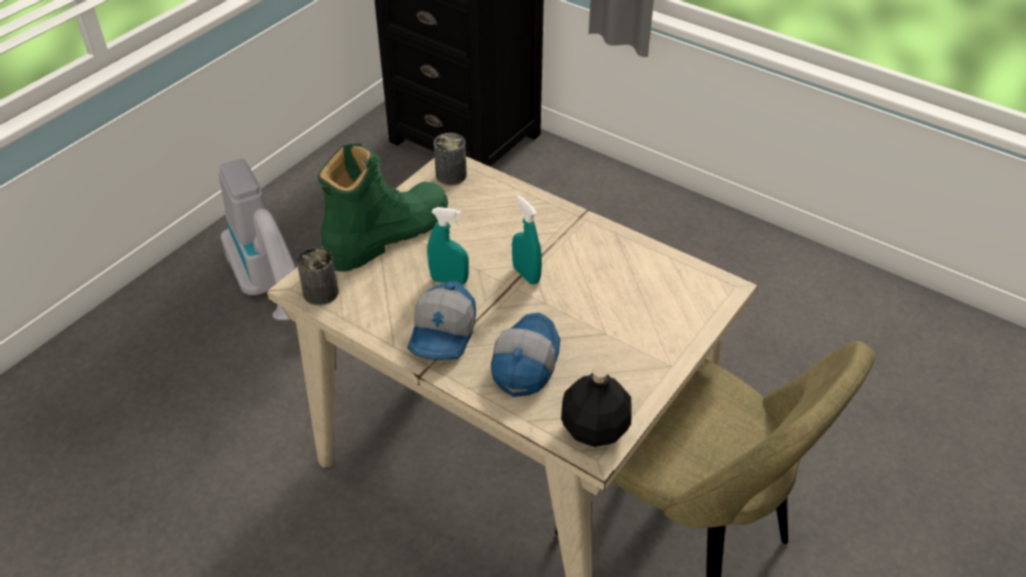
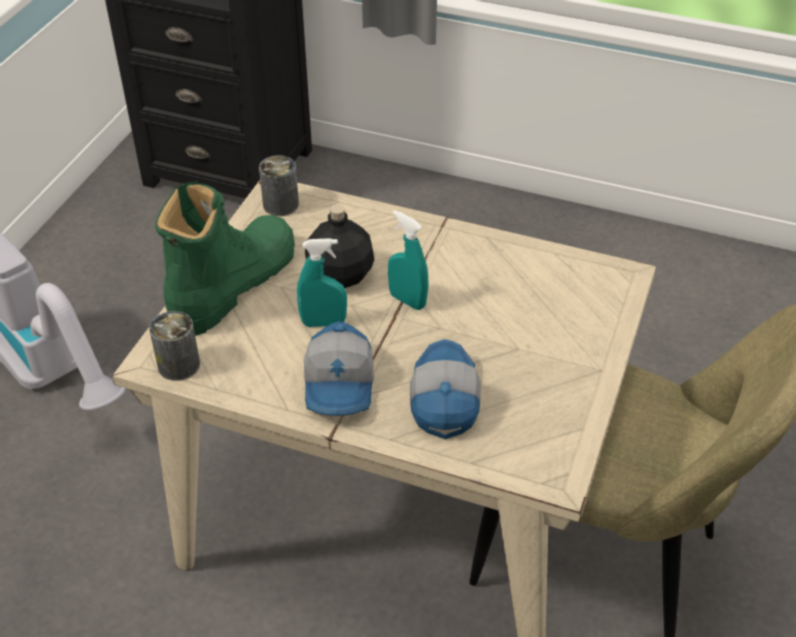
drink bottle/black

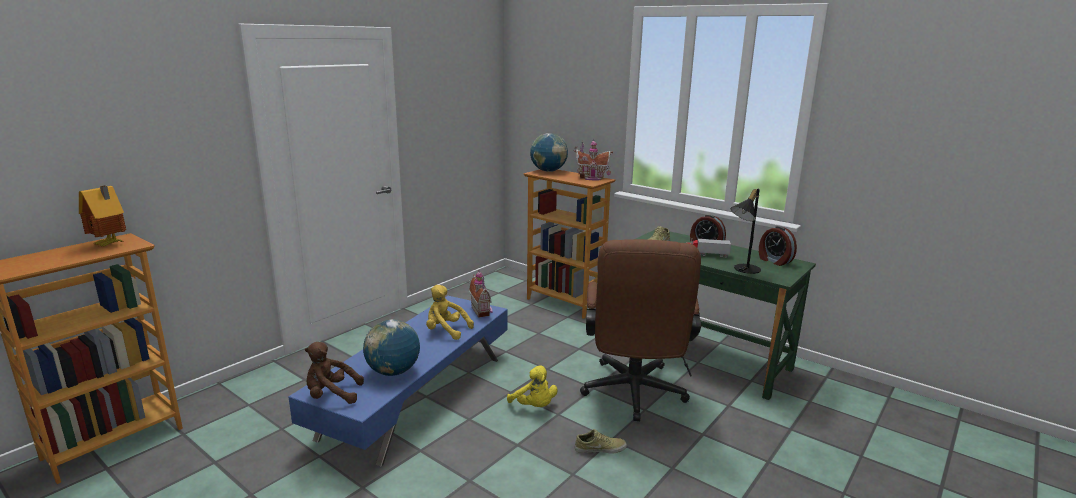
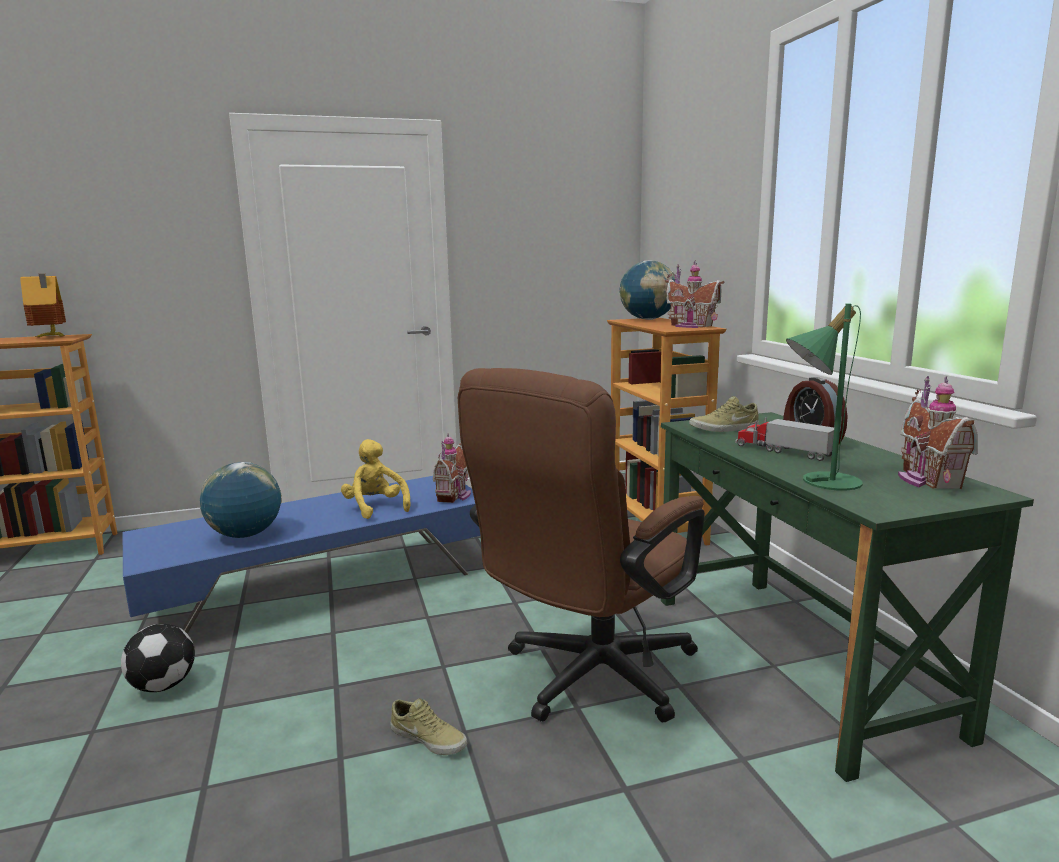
lamp for a table/green-coloured
model house (no. 4 from left)
plush toy/brown-coloured
plush toy/yellow-coloured (no. 2 from left in the first image)
football ball

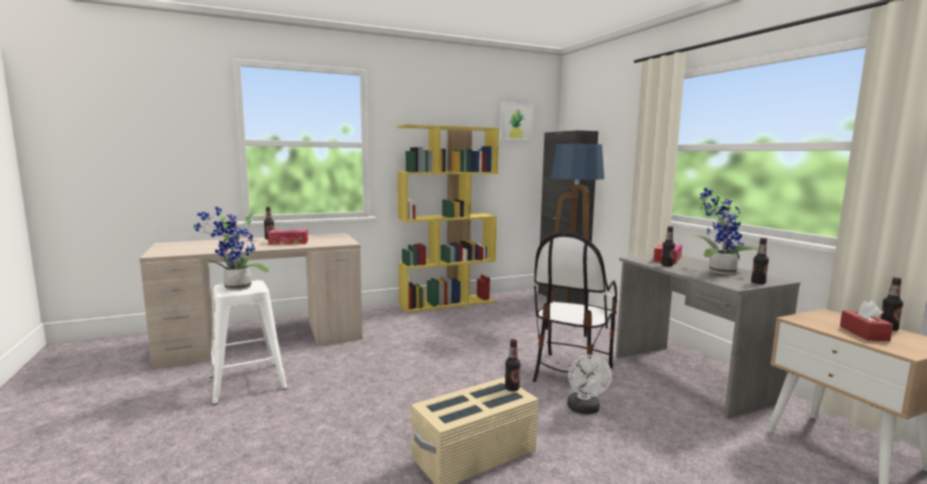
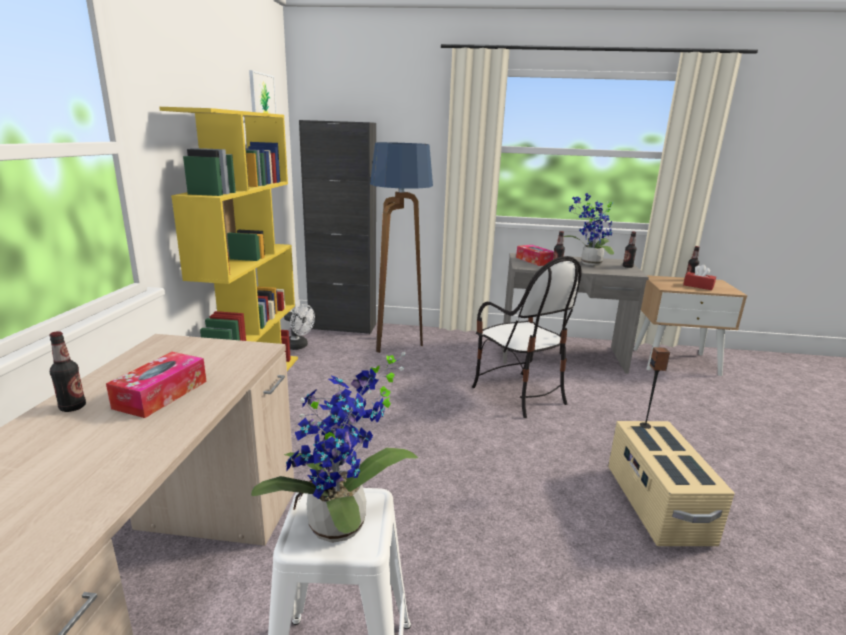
speaker
electric fan/white-coloured

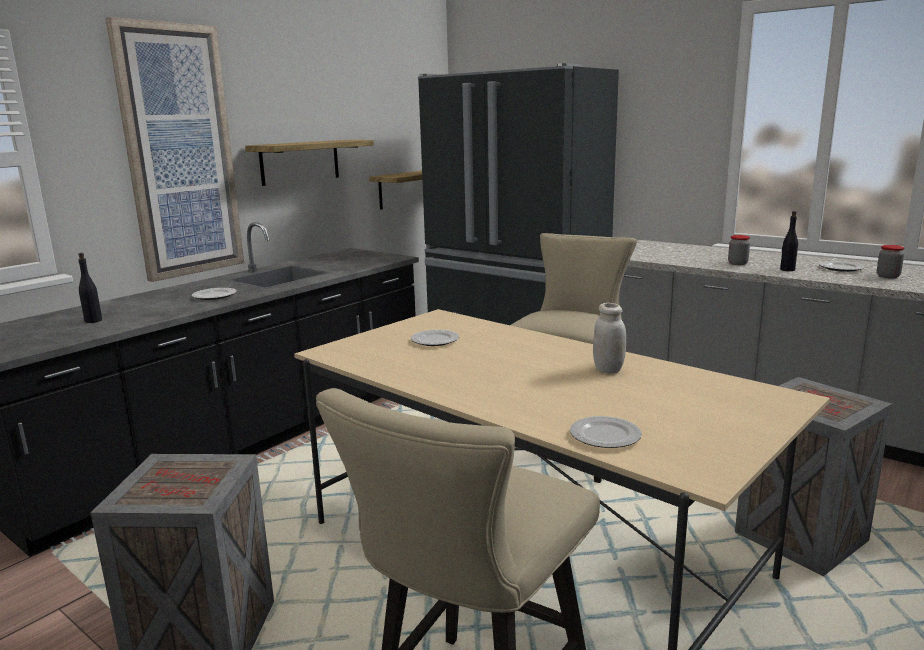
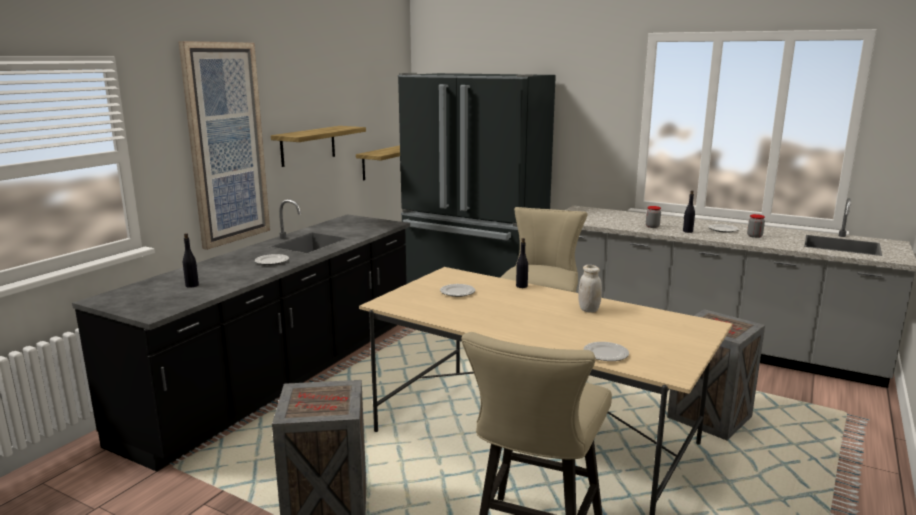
drink bottle/black (no. 2 from left)

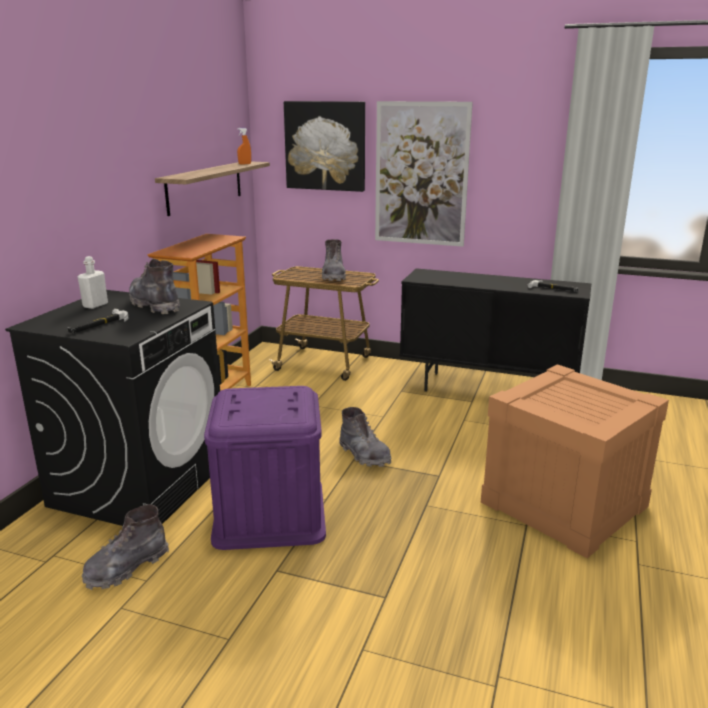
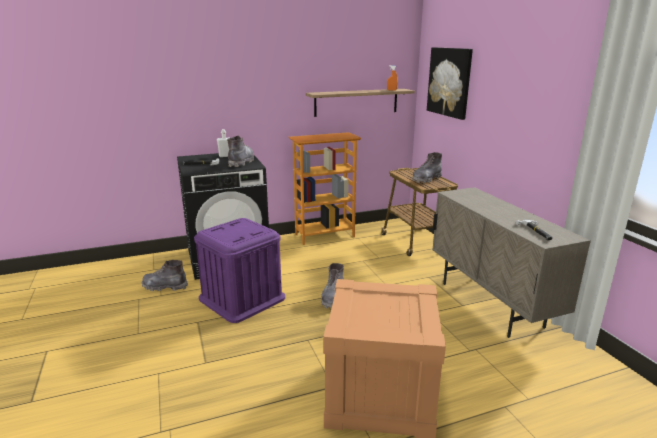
picture (no. 2 from left in the first image)
storage cabinet/beige

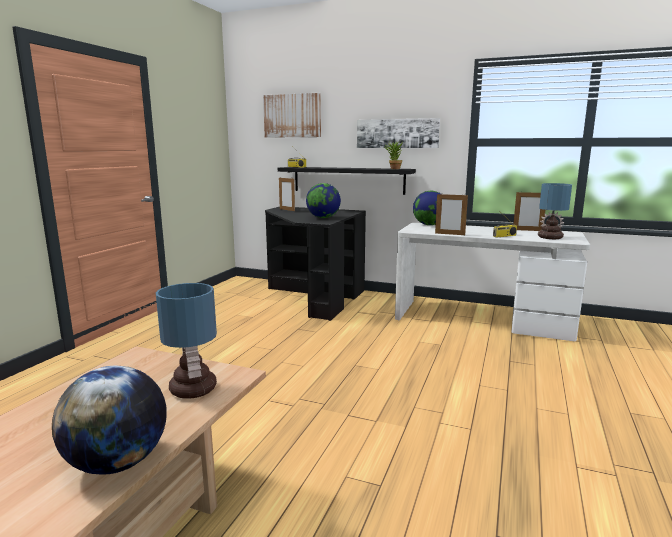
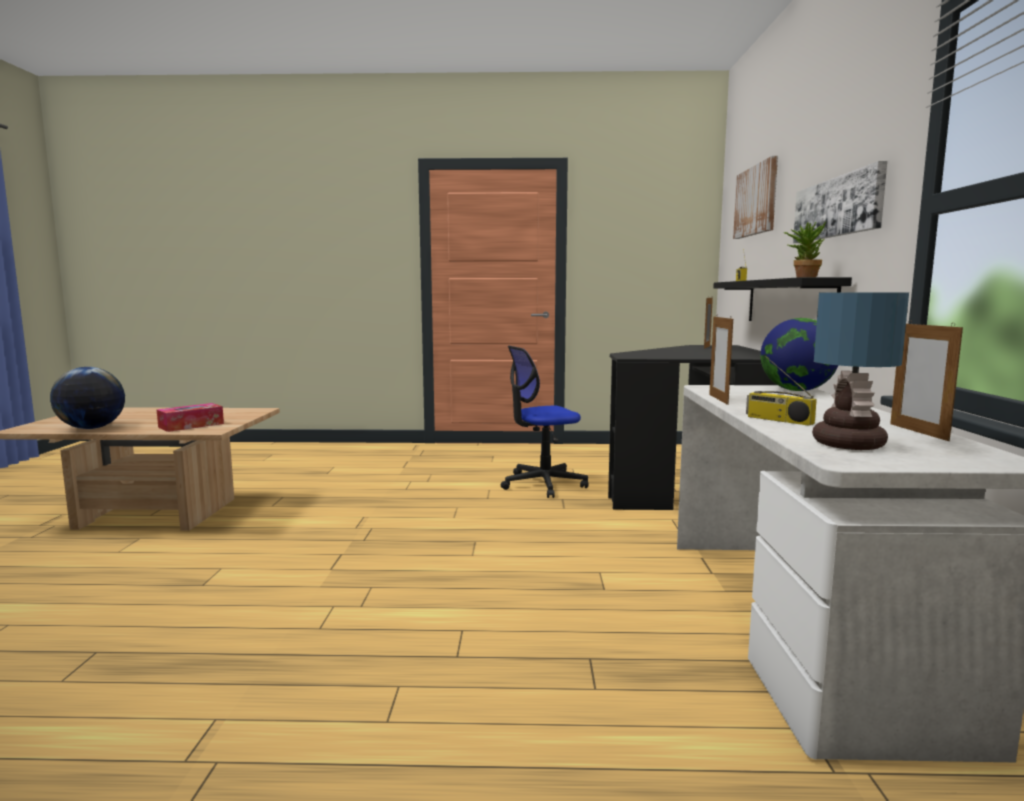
desk globe (no. 2 from left in the first image)
tissue box
desk chair

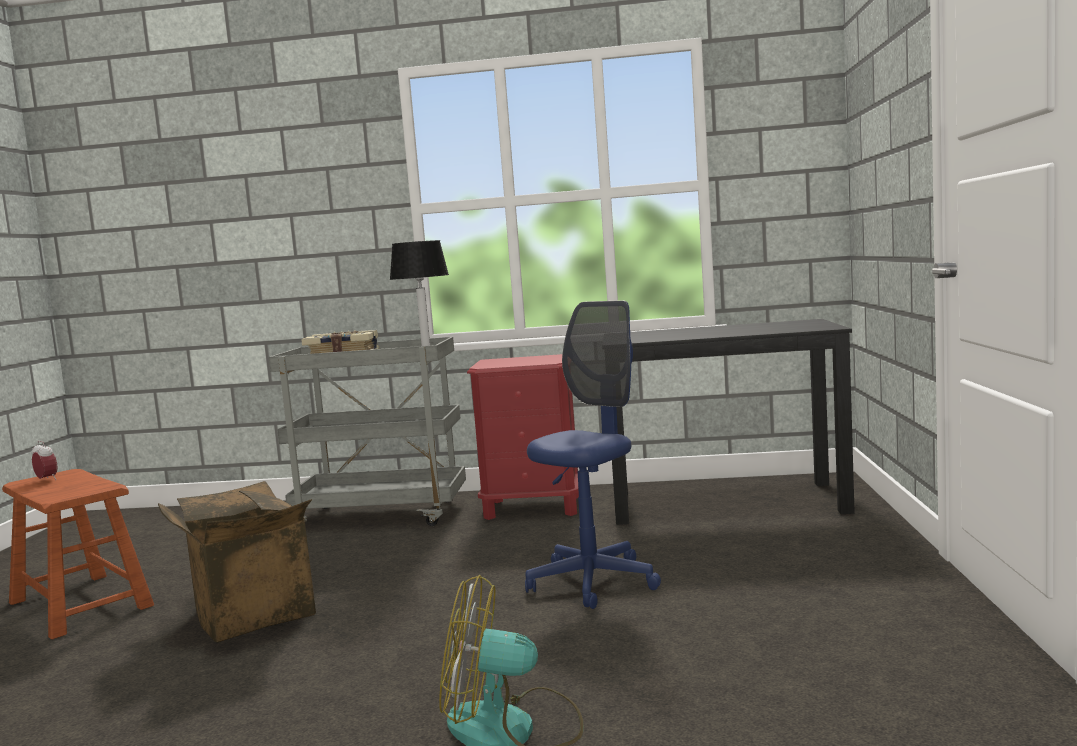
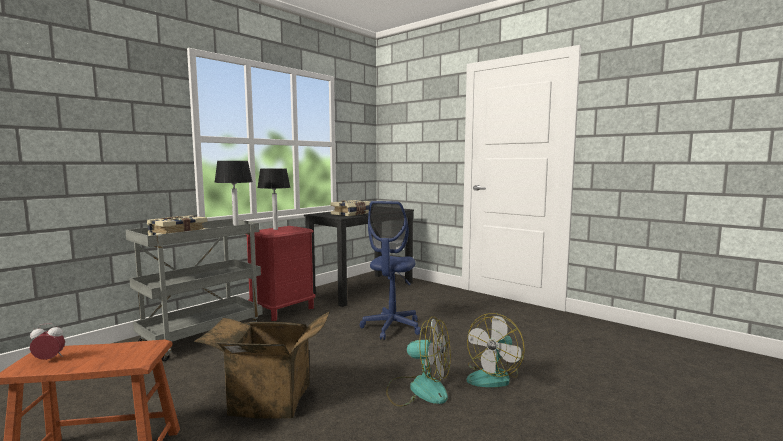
desk chair/bluish
lamp for a table (no. 2 from left)
book (no. 2 from left)
electric fan (no. 1 from left)

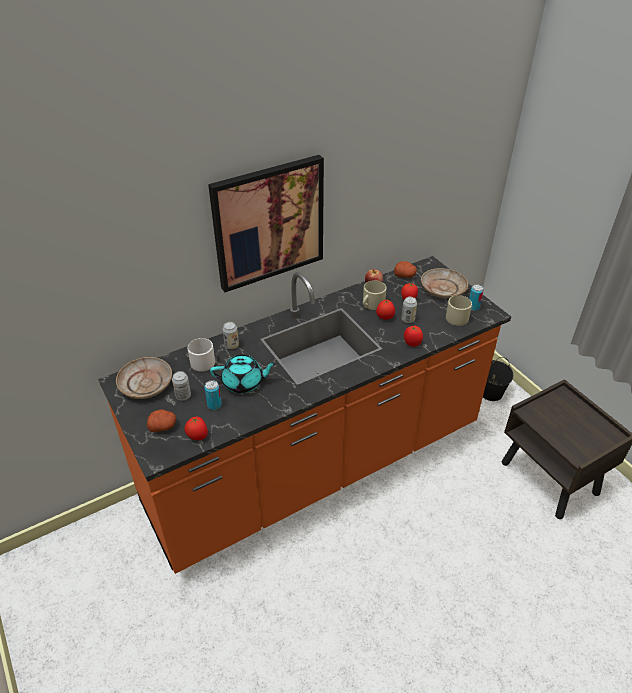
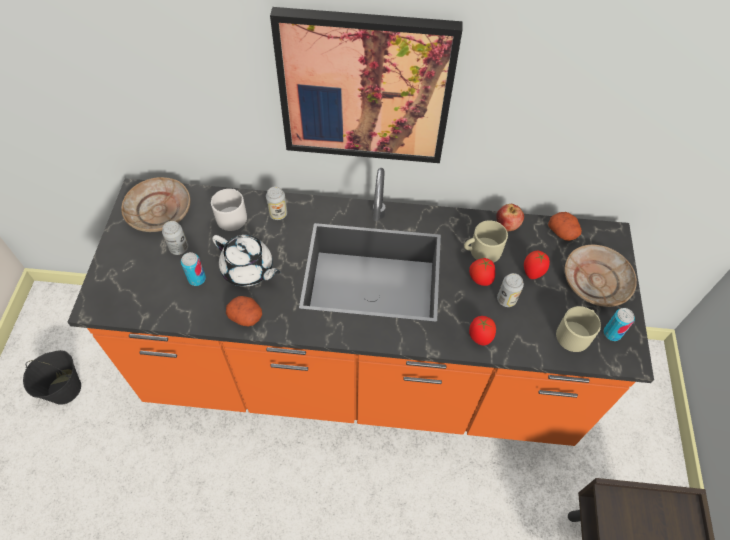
pot for tea/white-coloured
water bucket/black
potato (no. 1 from left)
fresh tomato (no. 1 from left in the first image)

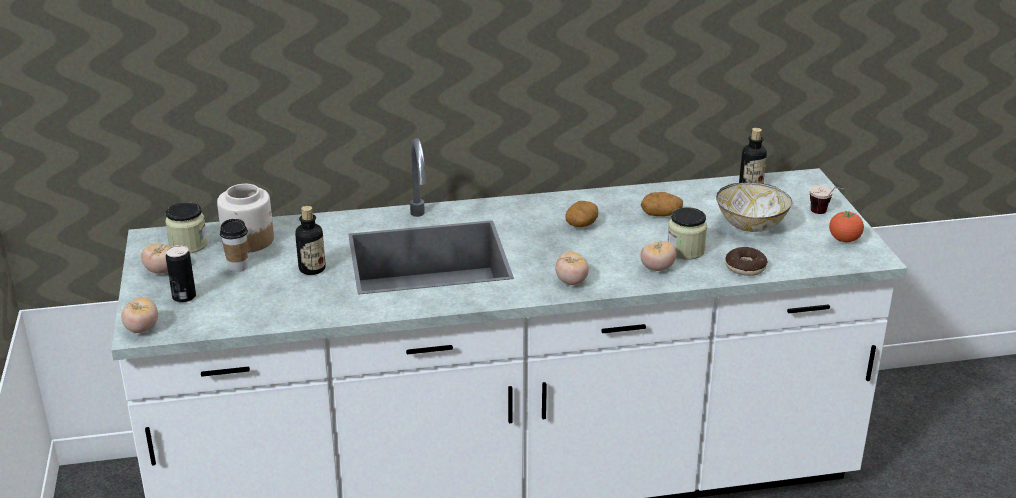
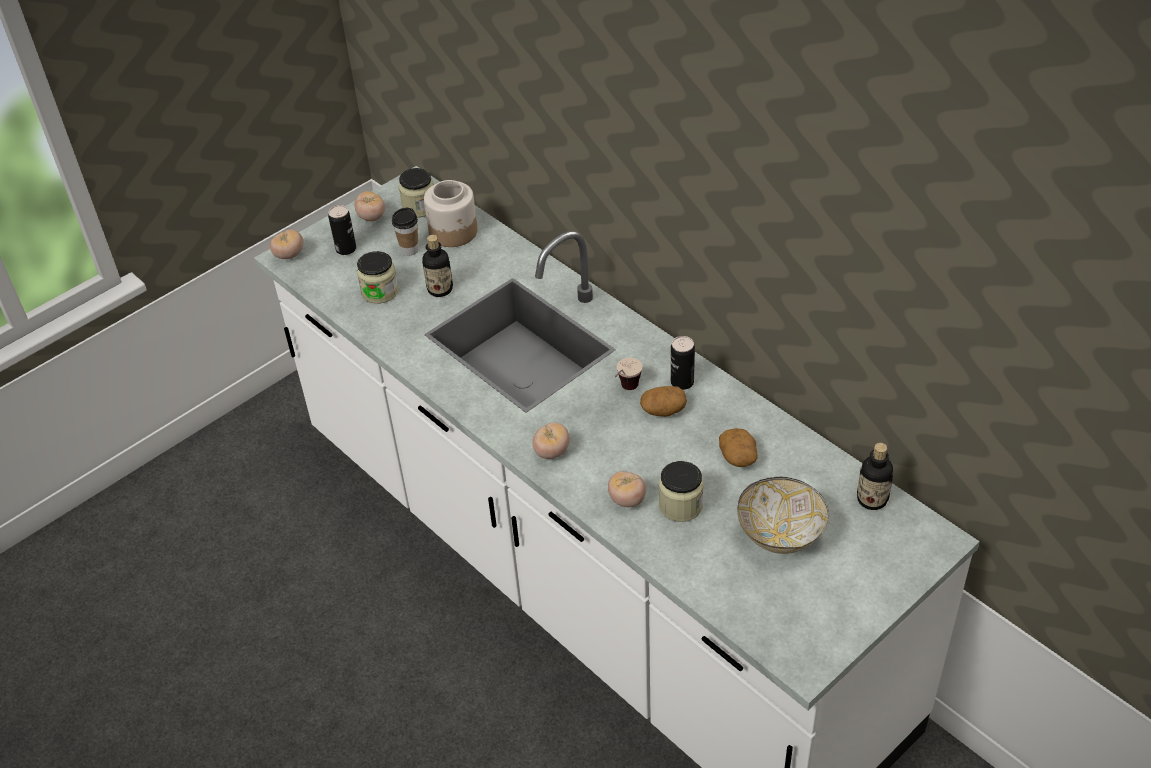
cup (no. 2 from left)
fresh tomato (no. 5 from left in the first image)
ring doughnut
storage jar (no. 1 from left)
can (no. 2 from left)

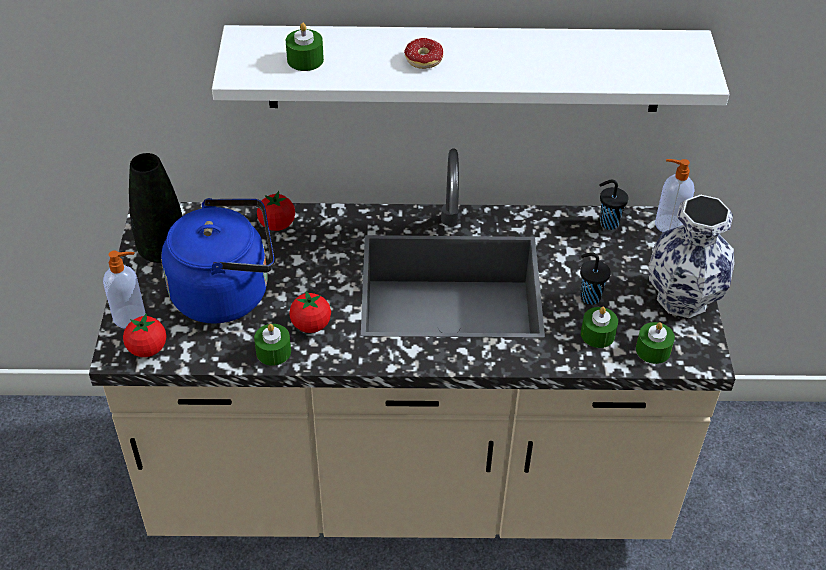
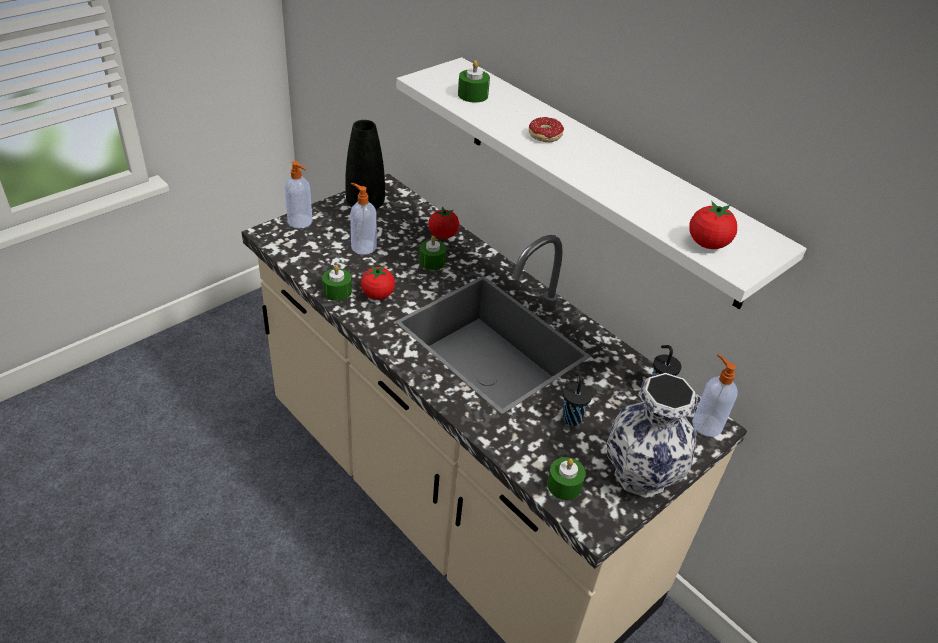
liquid soap bottle (no. 2 from left)
candle/green-coloured (no. 2 from left)
fresh tomato (no. 3 from left)

